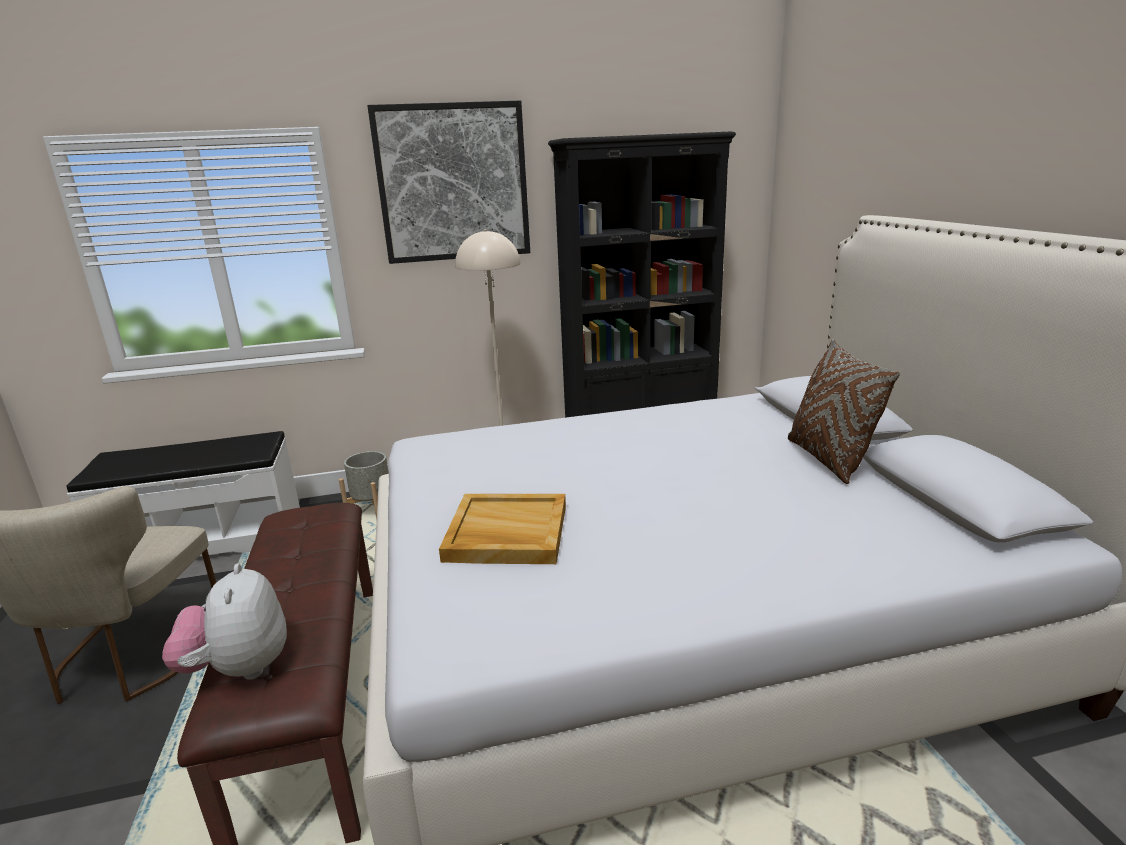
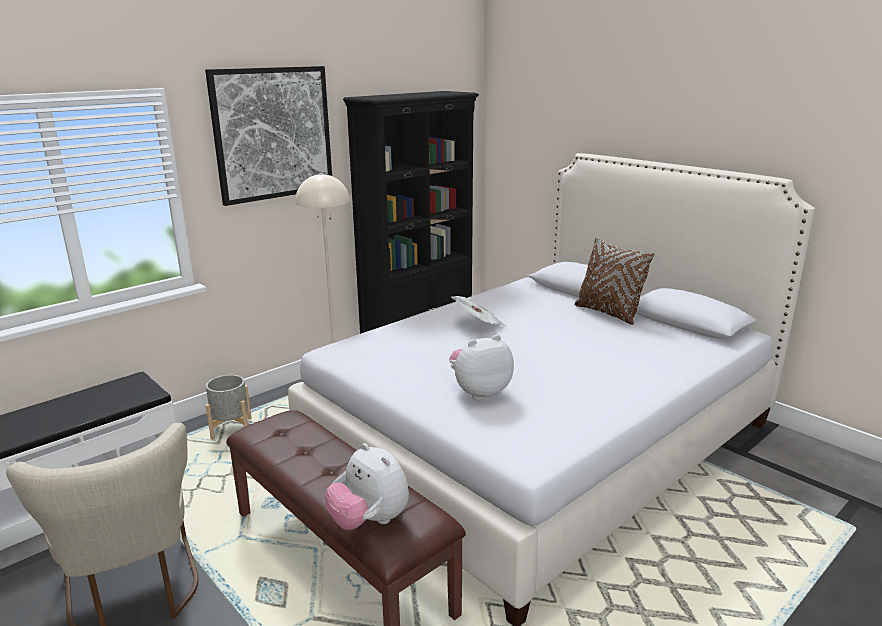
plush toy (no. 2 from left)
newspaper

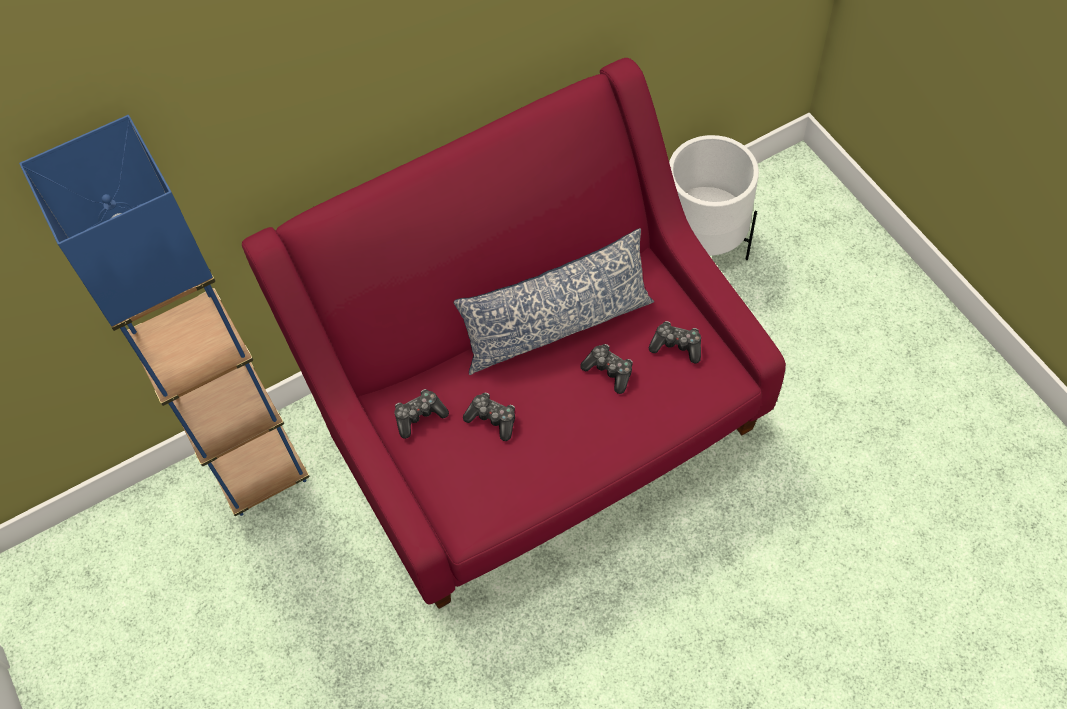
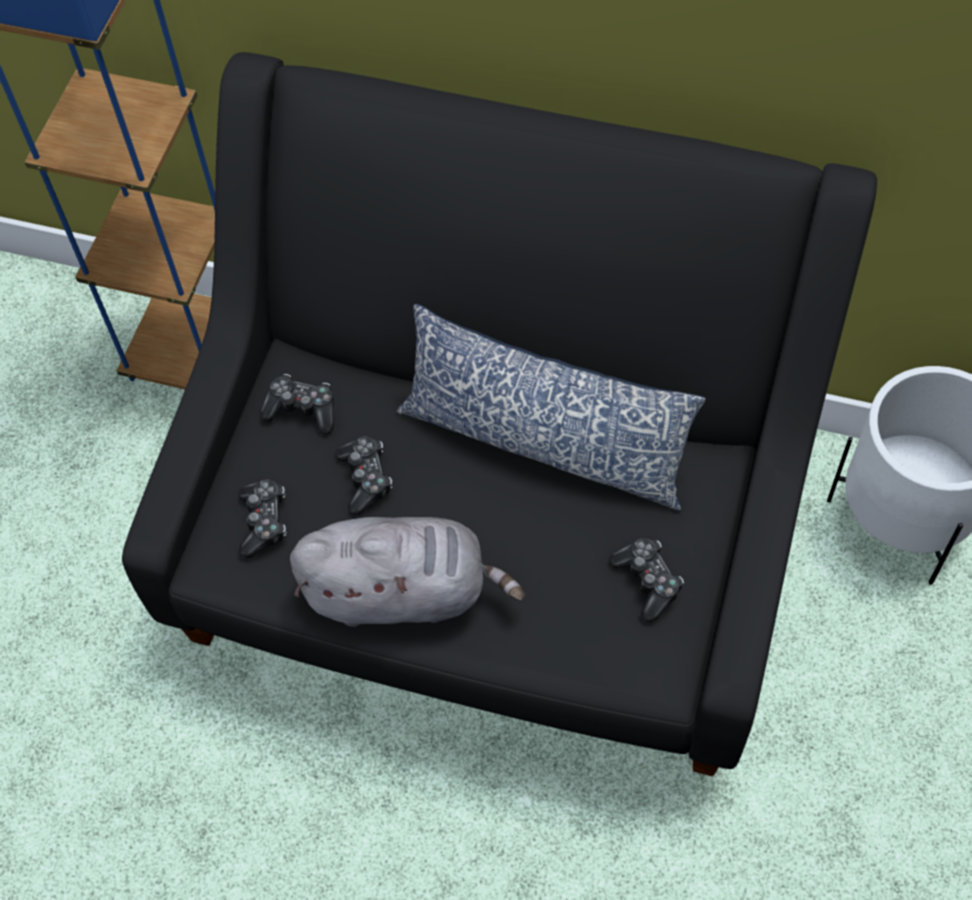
couch/black
joypad (no. 1 from left)
plush toy/greyish

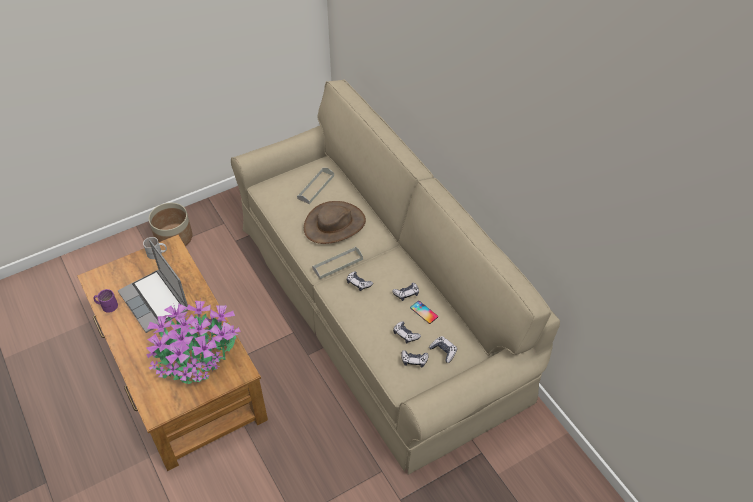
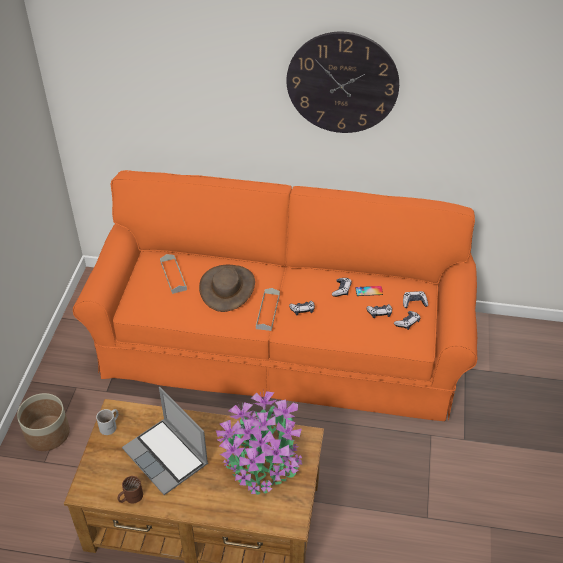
couch/orangey
portable computer
coffee mug/brown-coloured
hanging clock

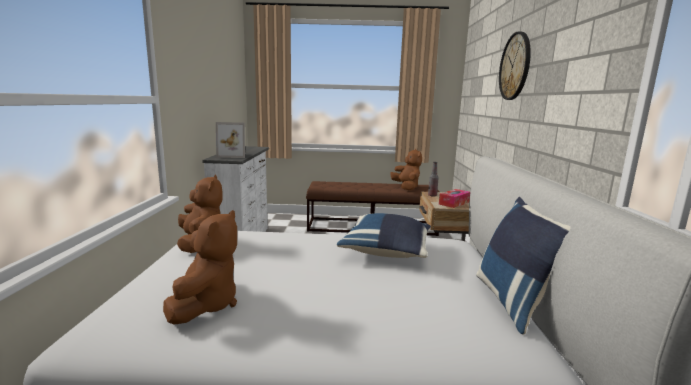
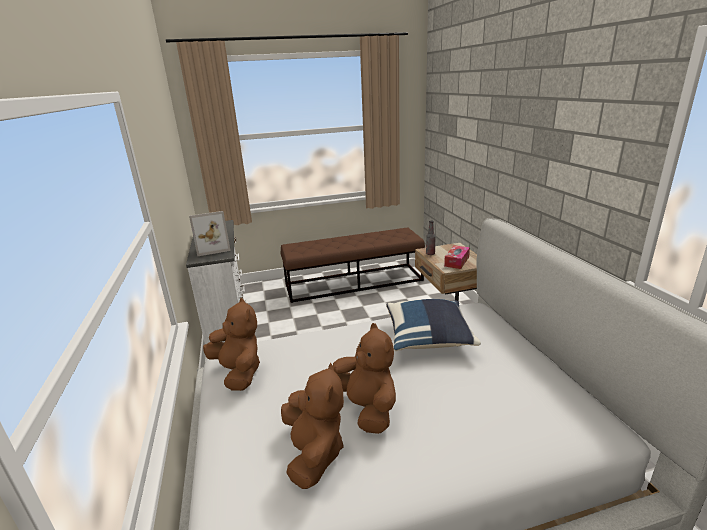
hanging clock
plush toy/brown-coloured (no. 3 from left)
throw pillow/bluish (no. 2 from left in the first image)

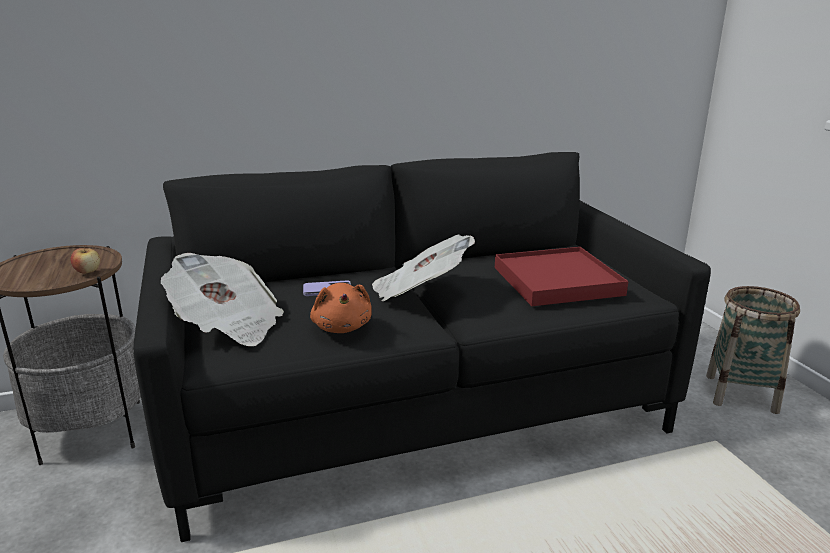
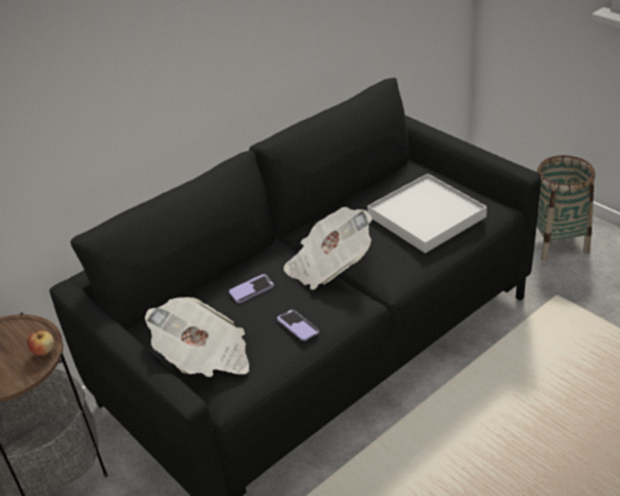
carrying tray/white-coloured
telephone (no. 2 from left)

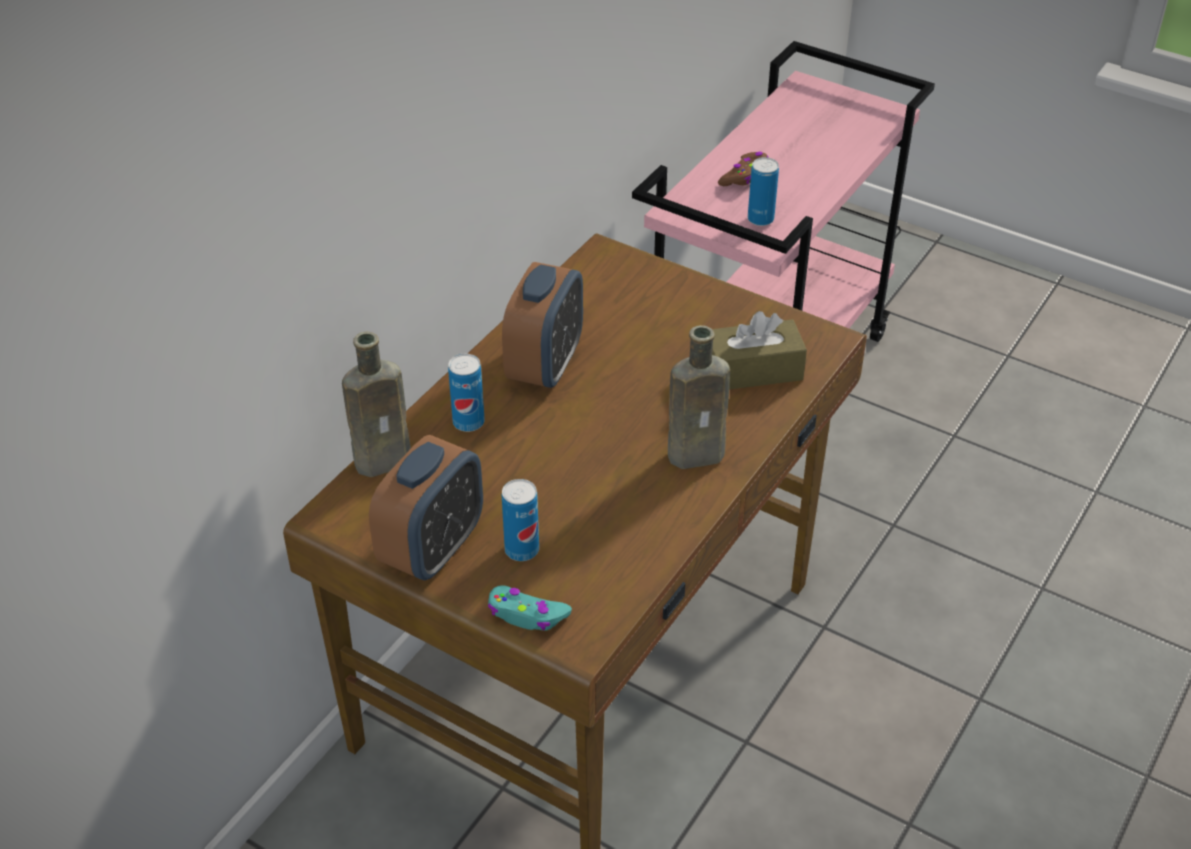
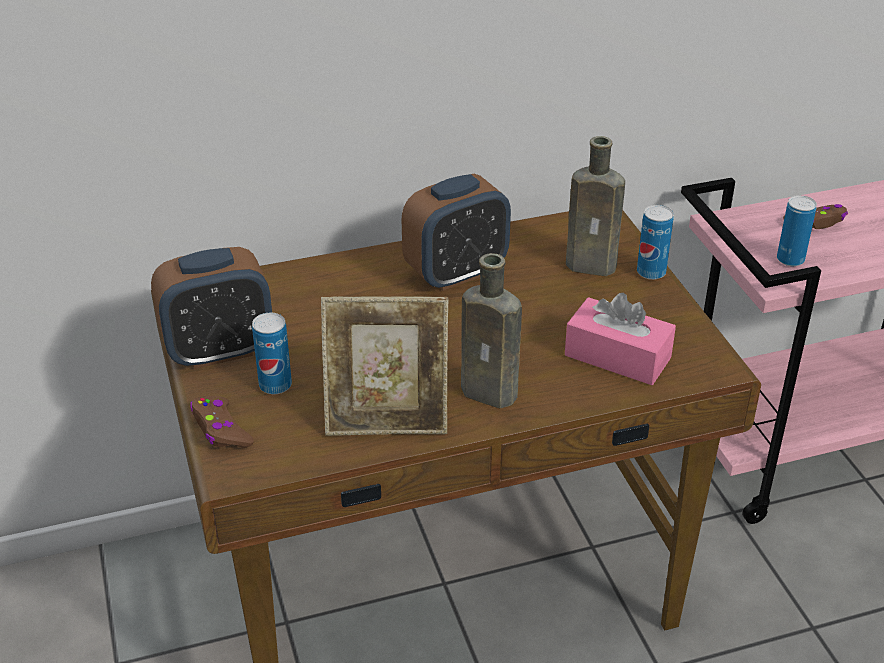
tissue box/pink-coloured
drink bottle/brown-coloured (no. 2 from left)
can (no. 2 from left)
joypad/brown-coloured (no. 1 from left)
photo frame

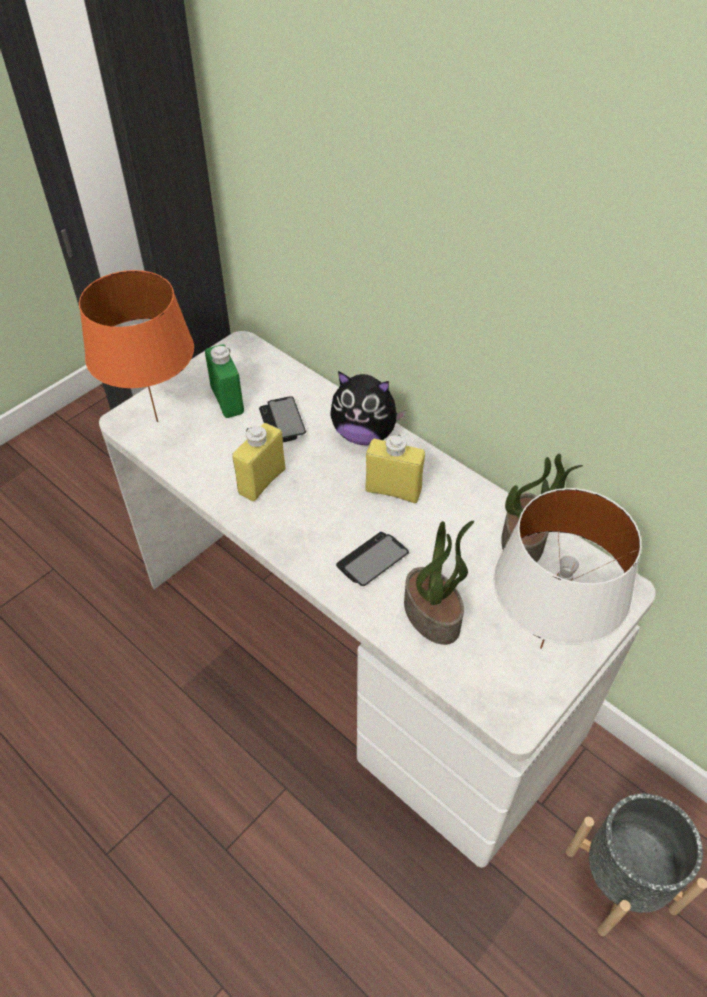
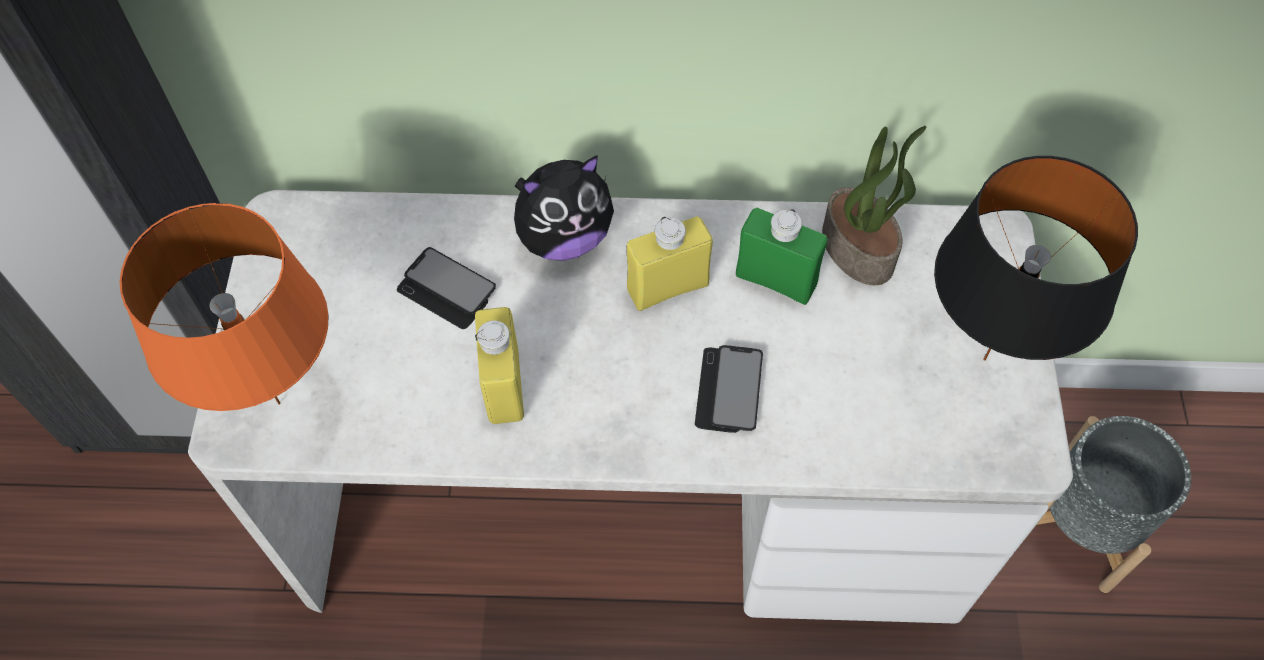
drink bottle/green-coloured
lamp for a table/black
houseplant (no. 1 from left in the first image)

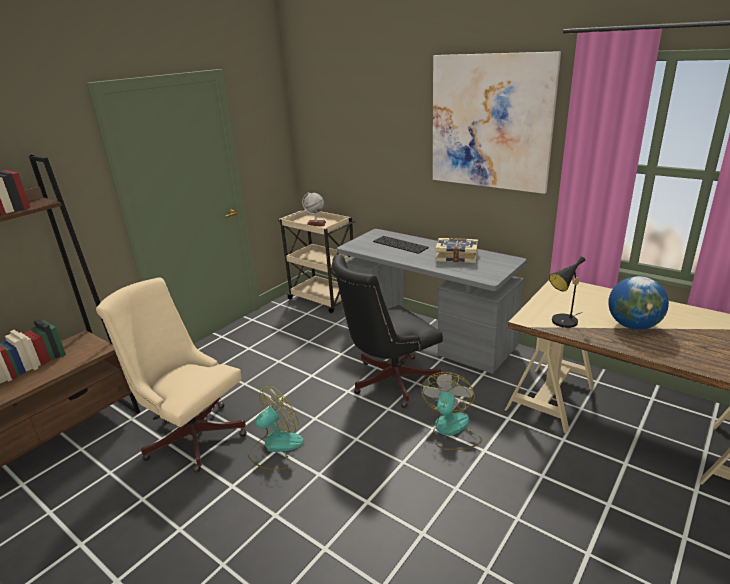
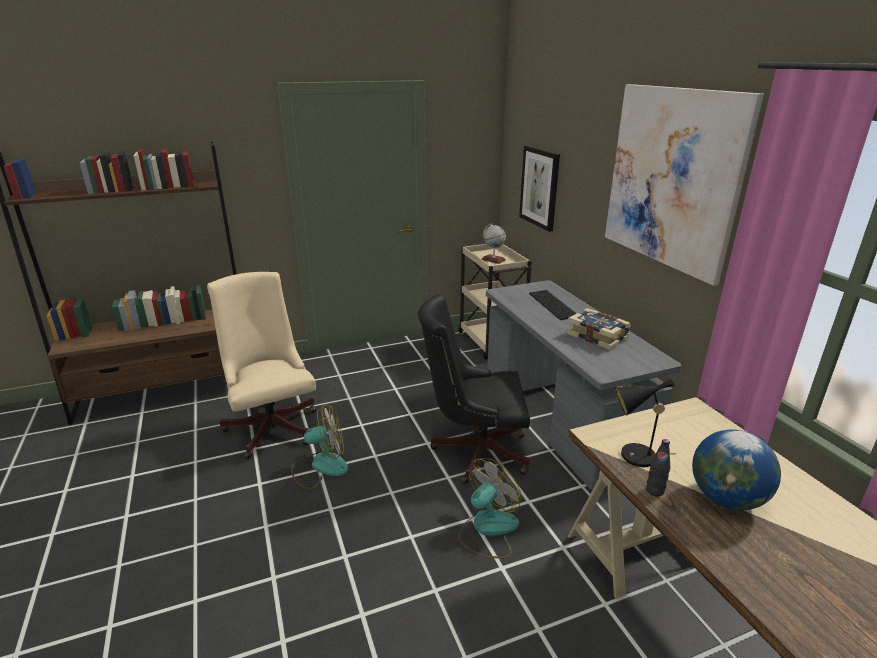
picture (no. 1 from left)
drink bottle/black

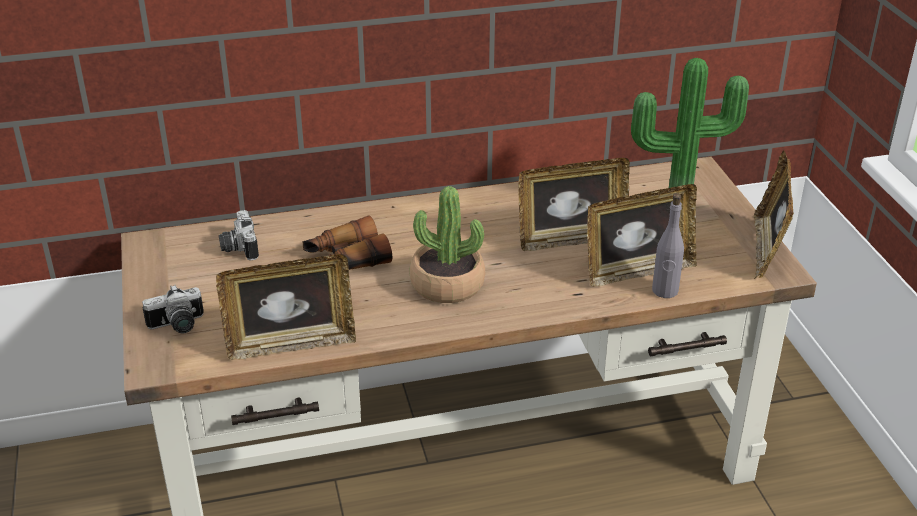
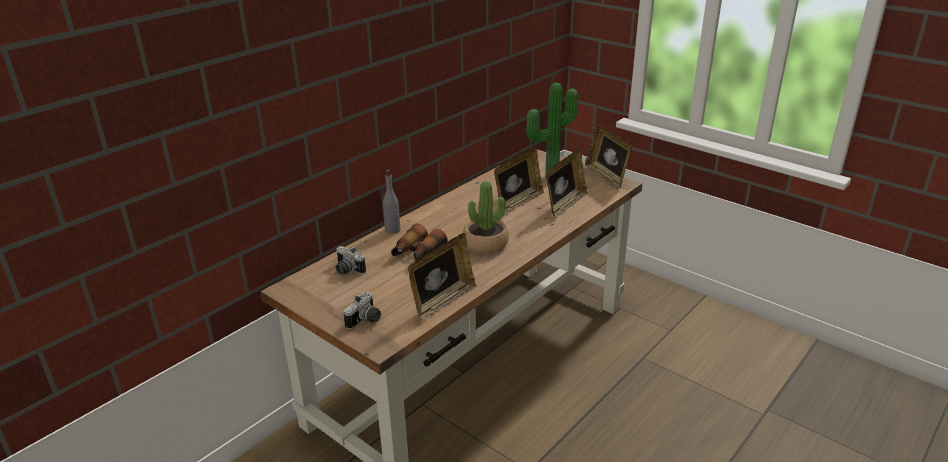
drink bottle/greyish

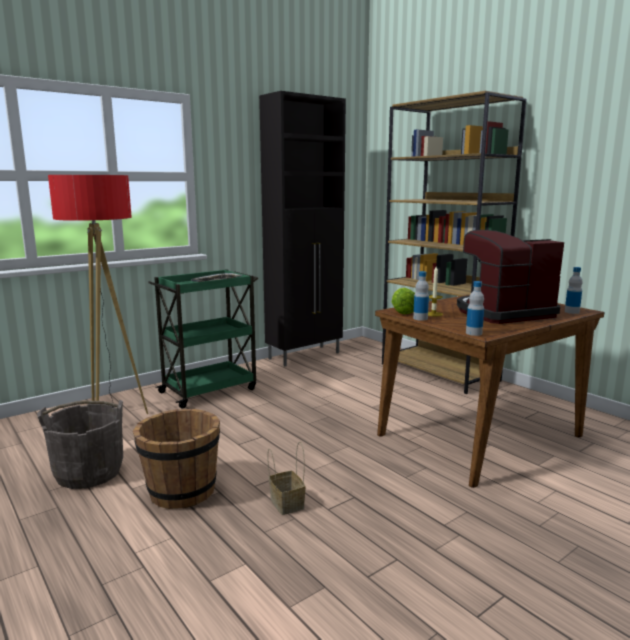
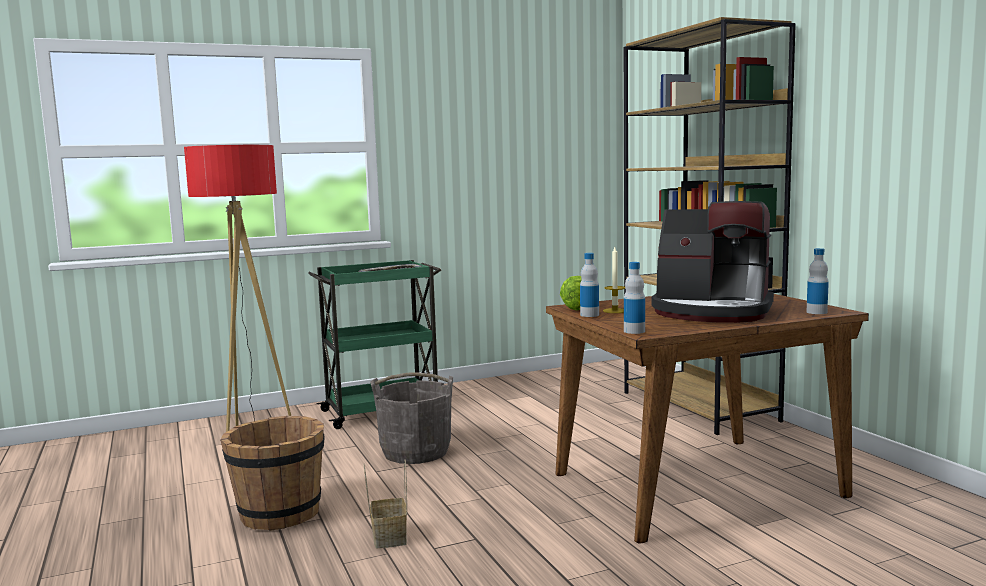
storage cabinet/black
coffee maker
water bucket/greyish

